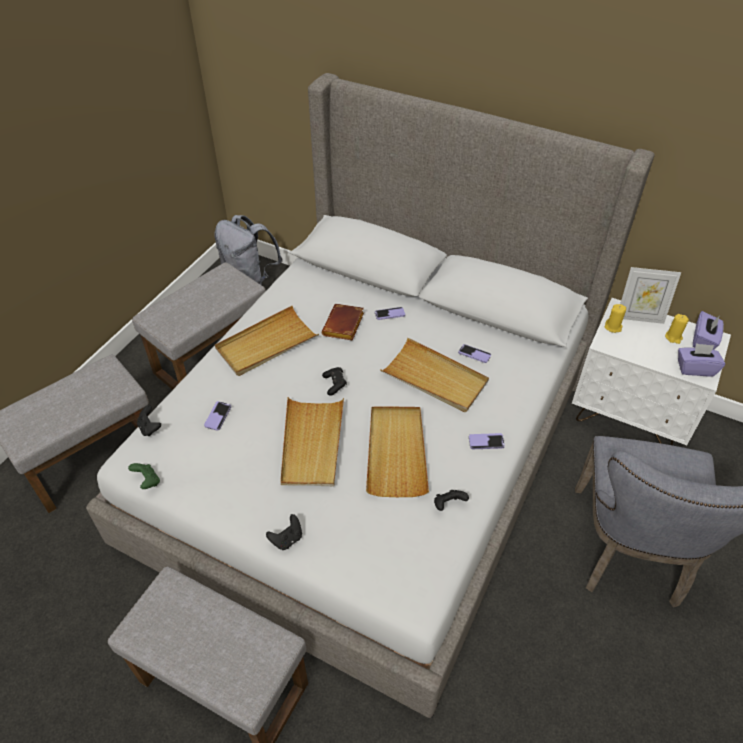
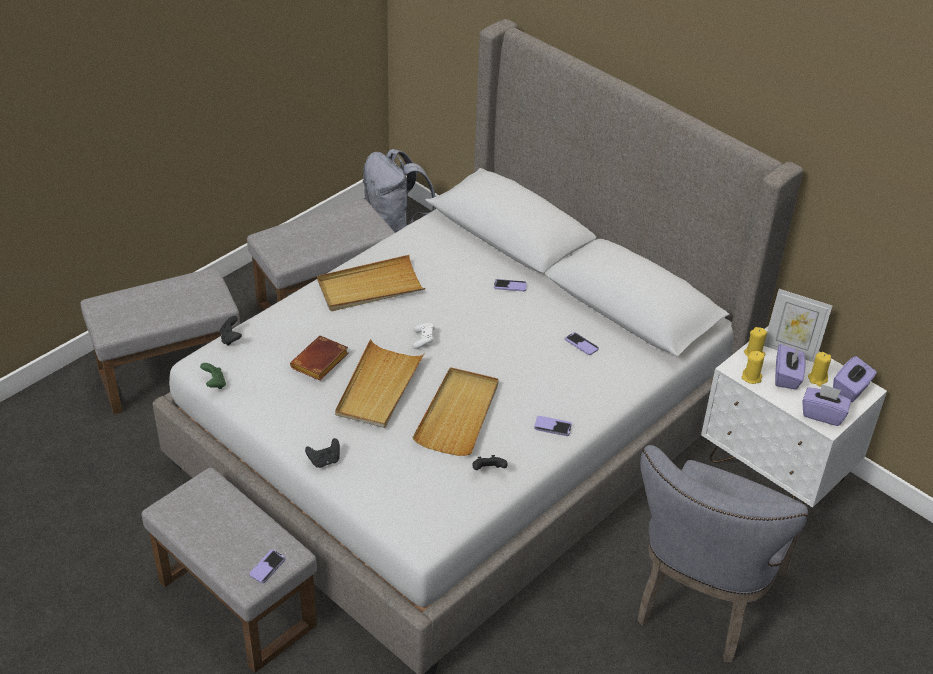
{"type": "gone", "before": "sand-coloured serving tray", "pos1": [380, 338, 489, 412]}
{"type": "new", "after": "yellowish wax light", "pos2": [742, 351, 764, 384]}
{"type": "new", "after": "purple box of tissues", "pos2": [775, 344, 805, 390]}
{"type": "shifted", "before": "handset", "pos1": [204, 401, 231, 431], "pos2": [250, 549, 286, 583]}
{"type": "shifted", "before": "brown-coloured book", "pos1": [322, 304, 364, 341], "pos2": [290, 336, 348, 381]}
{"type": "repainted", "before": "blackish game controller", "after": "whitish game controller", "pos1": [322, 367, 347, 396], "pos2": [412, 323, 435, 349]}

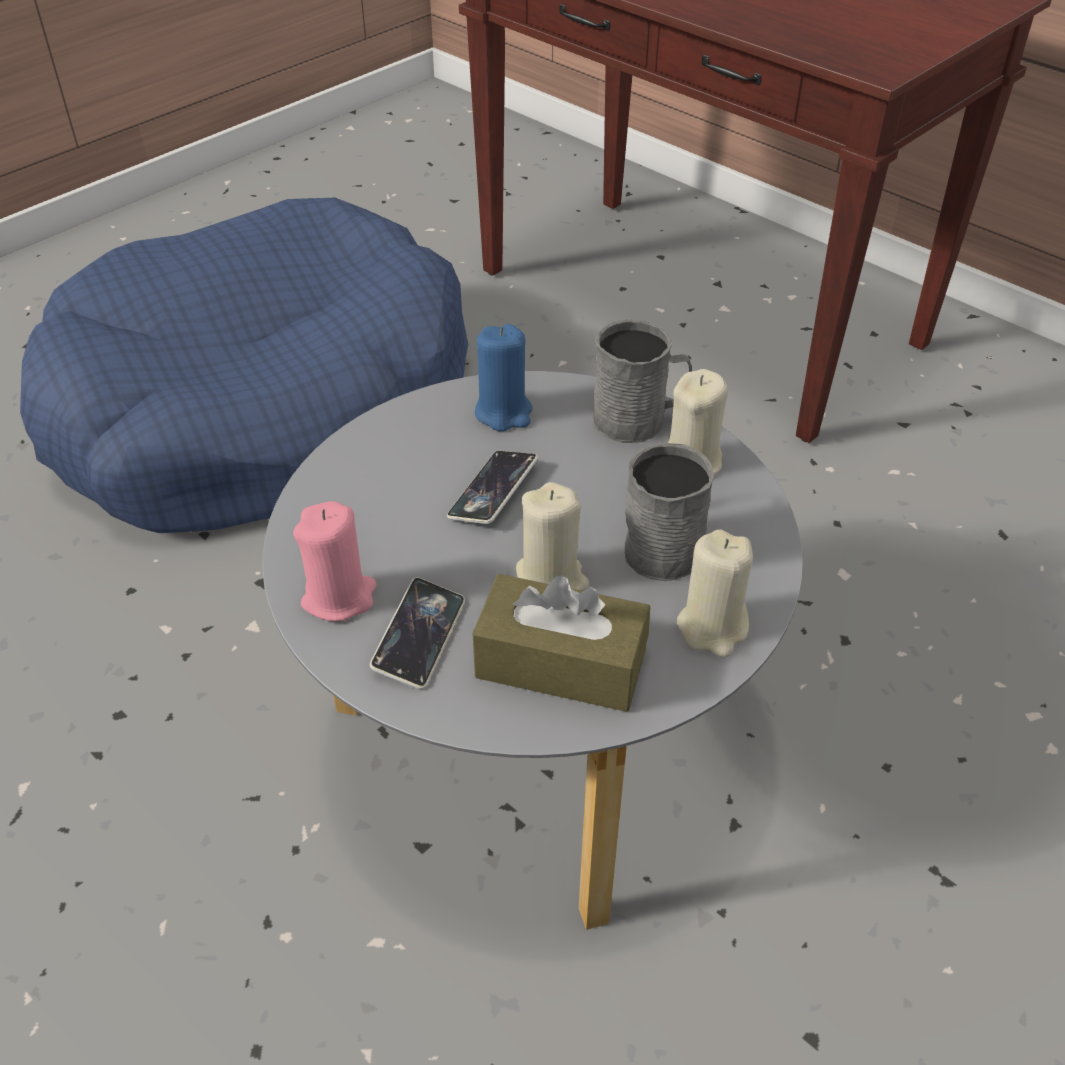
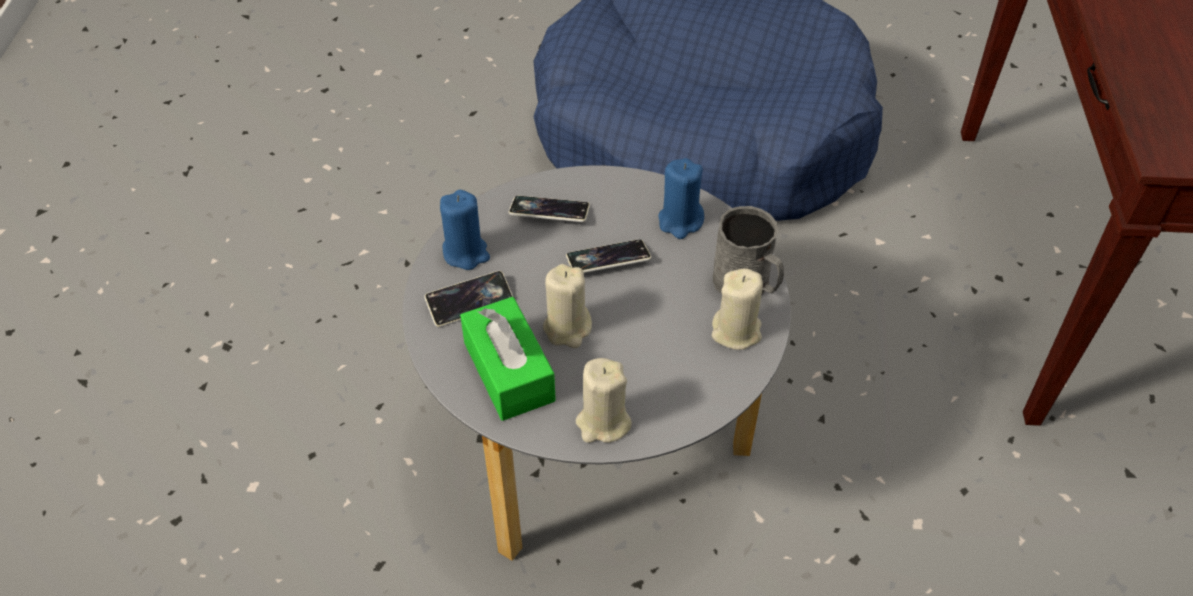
{"type": "gone", "before": "greyish coffee mug", "pos1": [624, 443, 714, 581]}
{"type": "new", "after": "handset", "pos2": [509, 196, 590, 222]}
{"type": "repainted", "before": "pink wax light", "after": "blue wax light", "pos1": [293, 501, 377, 621], "pos2": [440, 190, 490, 270]}
{"type": "repainted", "before": "brown-coloured box of tissues", "after": "greenish box of tissues", "pos1": [473, 574, 650, 712], "pos2": [460, 297, 556, 421]}

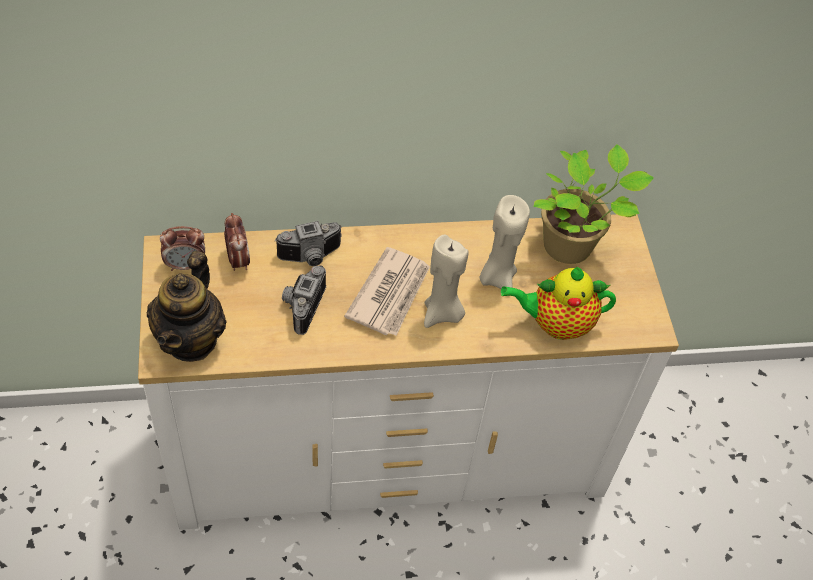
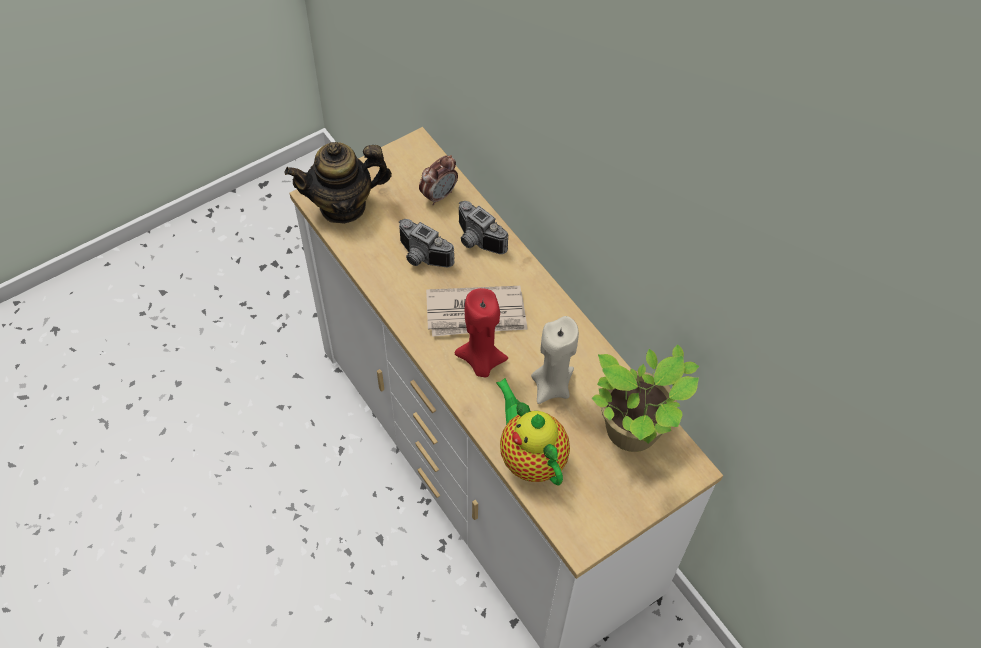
{"type": "gone", "before": "table clock", "pos1": [160, 226, 205, 271]}
{"type": "repainted", "before": "sand-coloured wax light", "after": "red wax light", "pos1": [424, 235, 468, 328], "pos2": [455, 288, 508, 377]}
{"type": "rotated", "before": "still camera", "pos1": [282, 265, 326, 335], "pos2": [399, 219, 454, 268], "turn": -135}

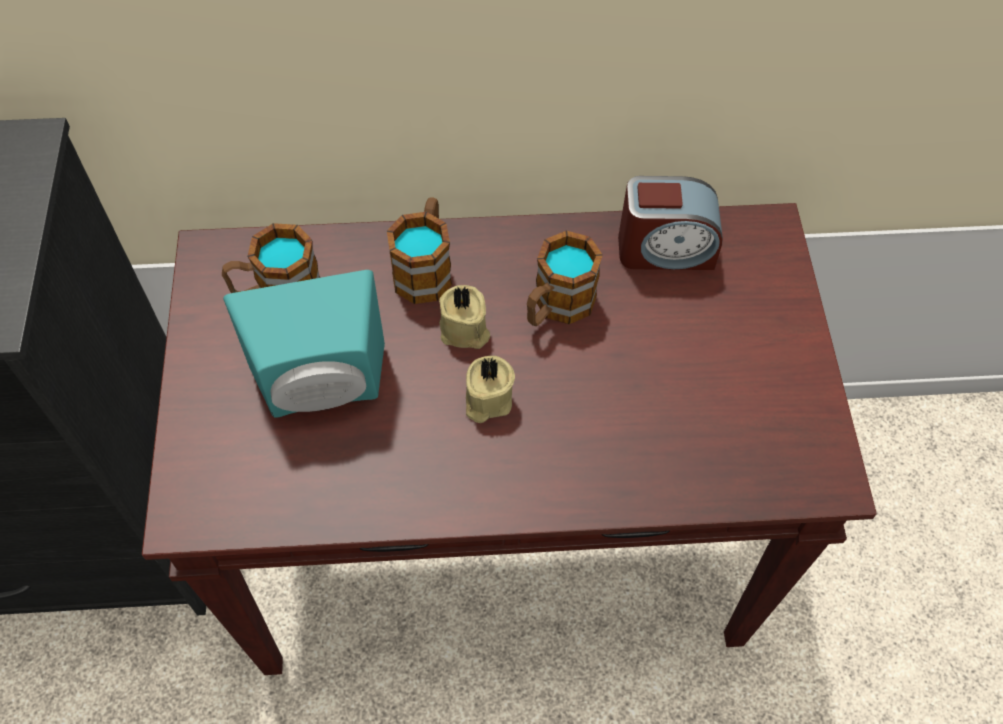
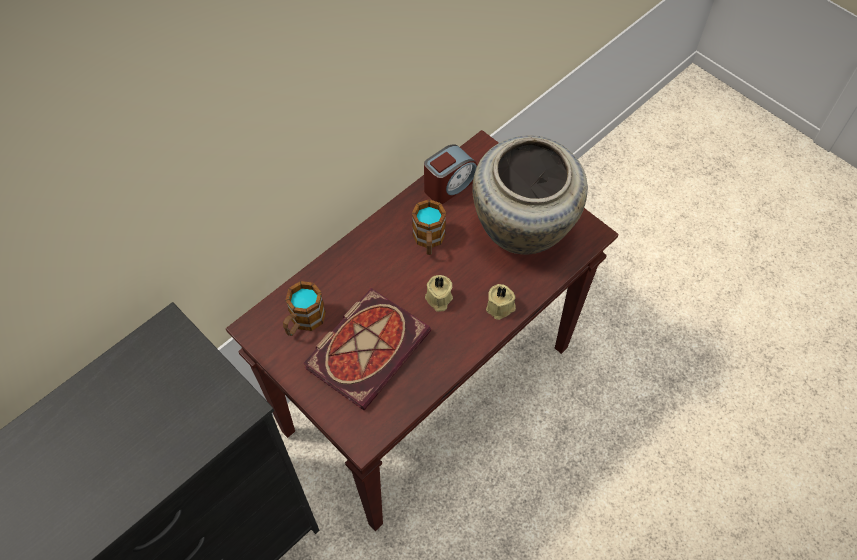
{"type": "gone", "before": "coffee mug", "pos1": [387, 197, 452, 304]}
{"type": "new", "after": "sand-coloured decorative vase", "pos2": [472, 135, 588, 255]}
{"type": "shifted", "before": "sand-coloured wax light", "pos1": [439, 285, 490, 349], "pos2": [486, 284, 516, 320]}
{"type": "swapped", "before": "turquoise-coloured audio speaker", "after": "book", "pos1": [223, 270, 385, 418], "pos2": [303, 288, 431, 410]}

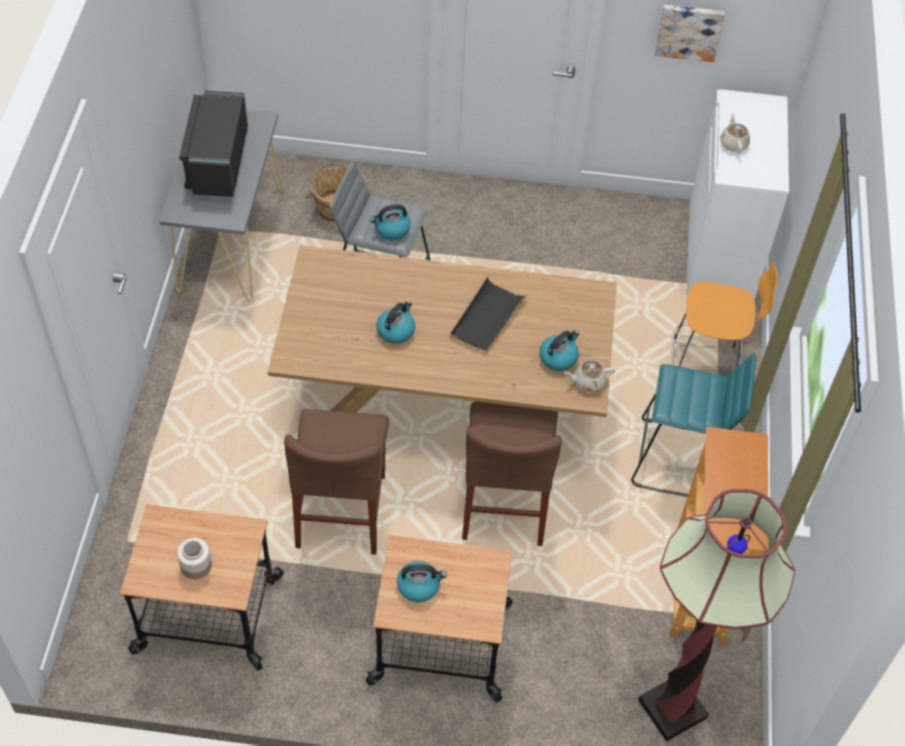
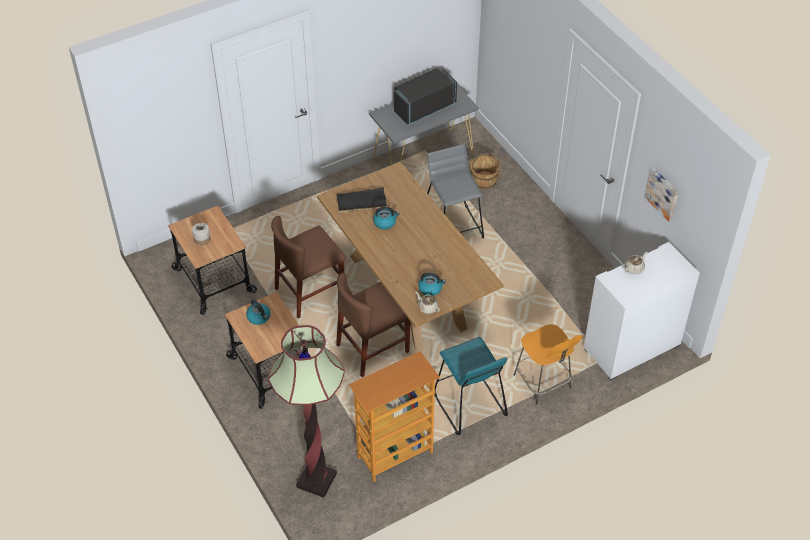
{"type": "gone", "before": "water kettle", "pos1": [370, 204, 411, 240]}
{"type": "shifted", "before": "blackish serving tray", "pos1": [450, 277, 527, 353], "pos2": [337, 187, 388, 213]}

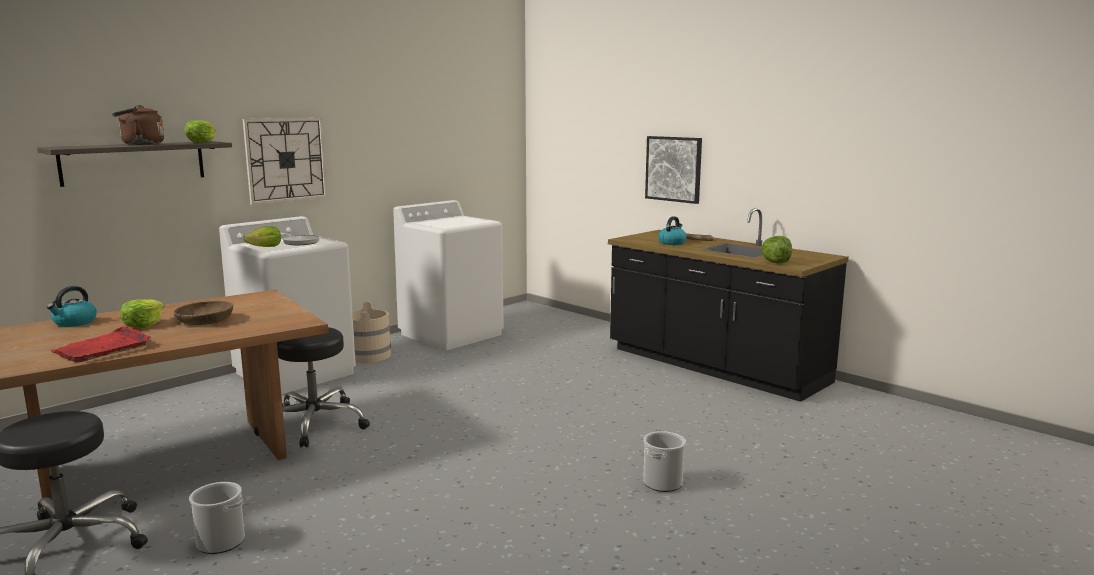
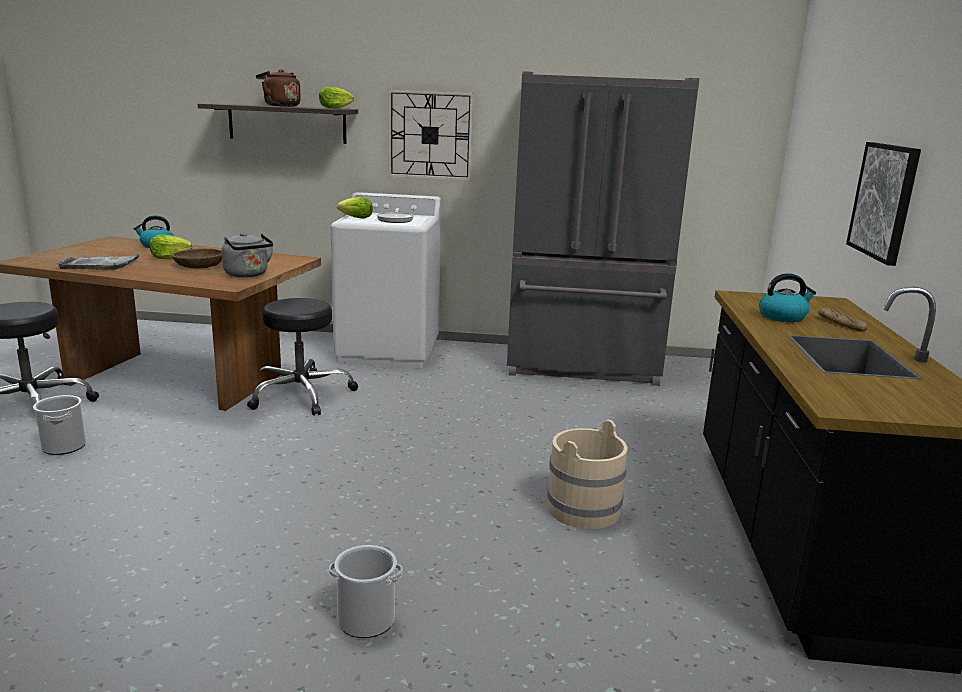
{"type": "gone", "before": "lettuce", "pos1": [761, 236, 792, 263]}
{"type": "new", "after": "greyish water kettle", "pos2": [222, 233, 273, 277]}
{"type": "shifted", "before": "sand-coloured bucket", "pos1": [352, 301, 391, 363], "pos2": [547, 420, 627, 529]}
{"type": "swapped", "before": "whitish laundry machine", "after": "greyish fridge", "pos1": [393, 200, 504, 350], "pos2": [507, 71, 699, 386]}
{"type": "repainted", "before": "red serving tray", "after": "greyish serving tray", "pos1": [50, 326, 151, 362], "pos2": [56, 254, 139, 270]}

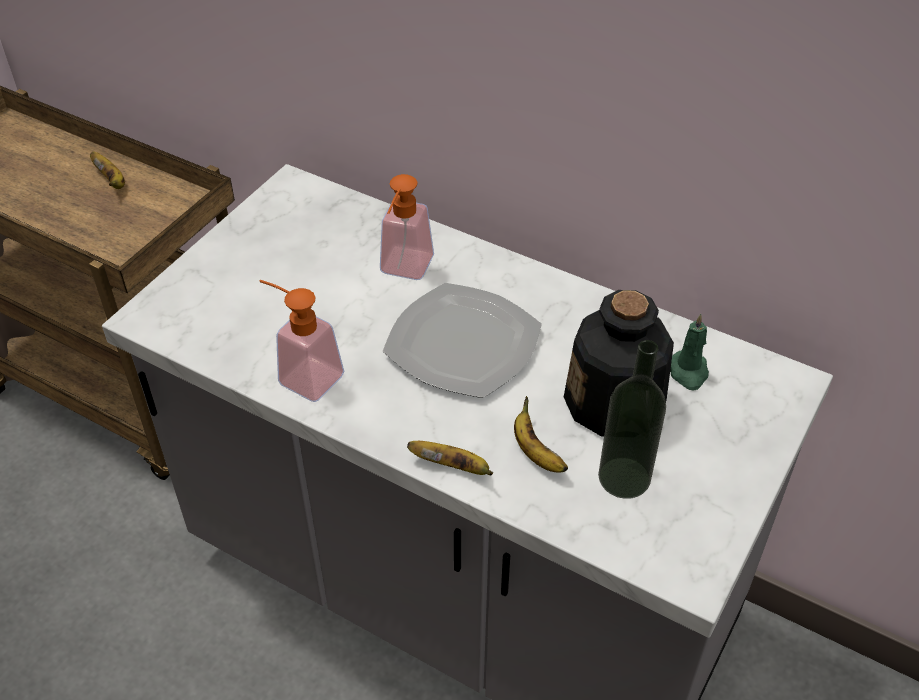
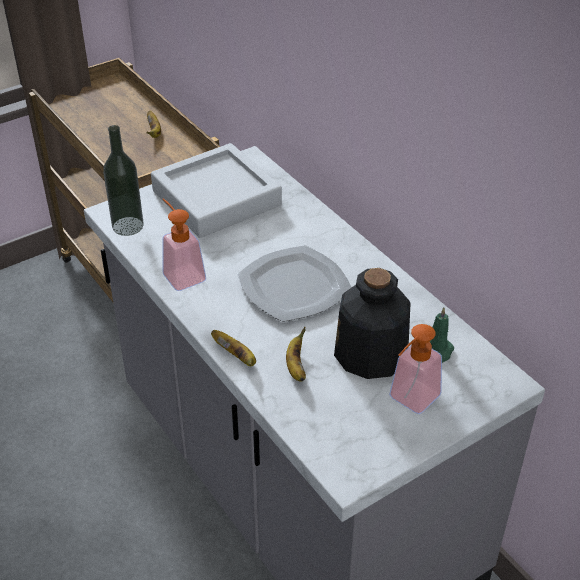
{"type": "new", "after": "greyish serving tray", "pos2": [151, 143, 282, 238]}
{"type": "shifted", "before": "soap bottle", "pos1": [380, 174, 434, 280], "pos2": [389, 324, 442, 414]}
{"type": "shifted", "before": "beverage bottle", "pos1": [598, 340, 666, 499], "pos2": [103, 125, 144, 236]}

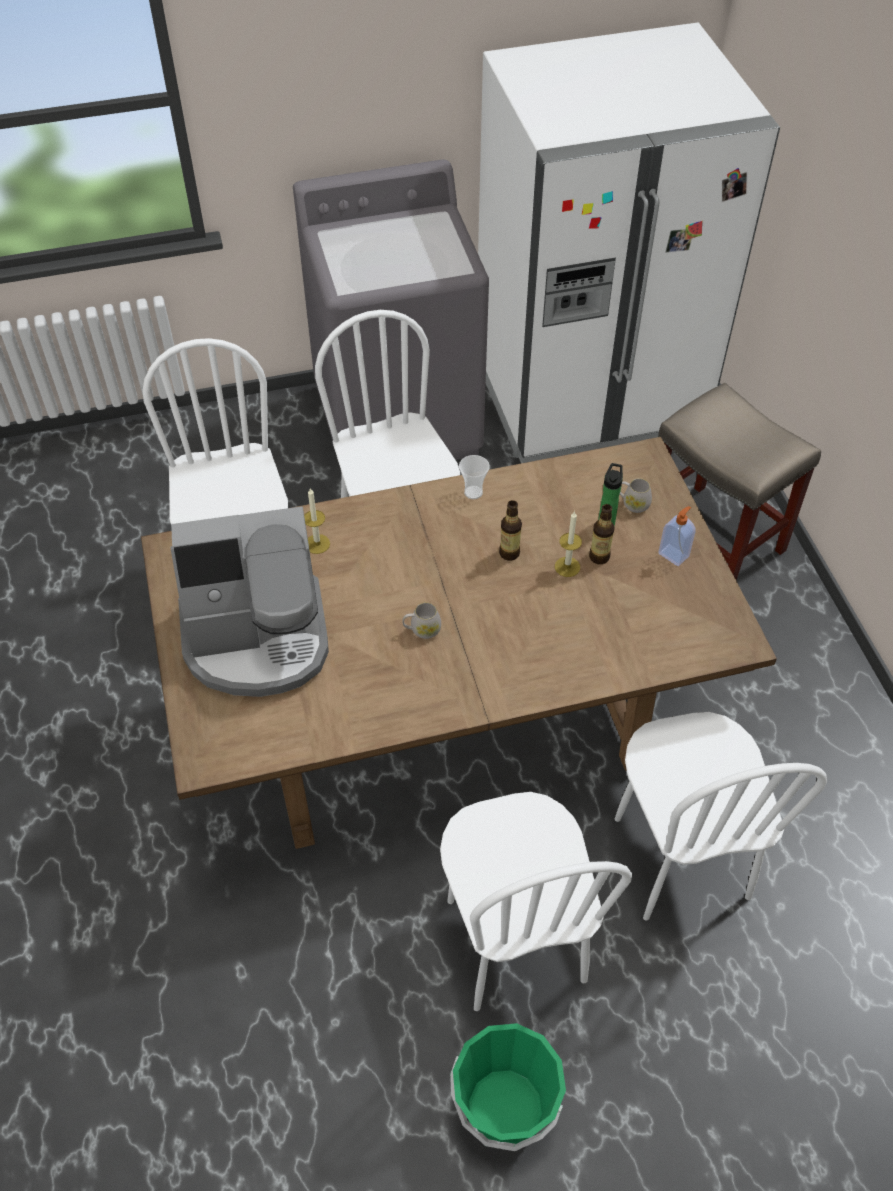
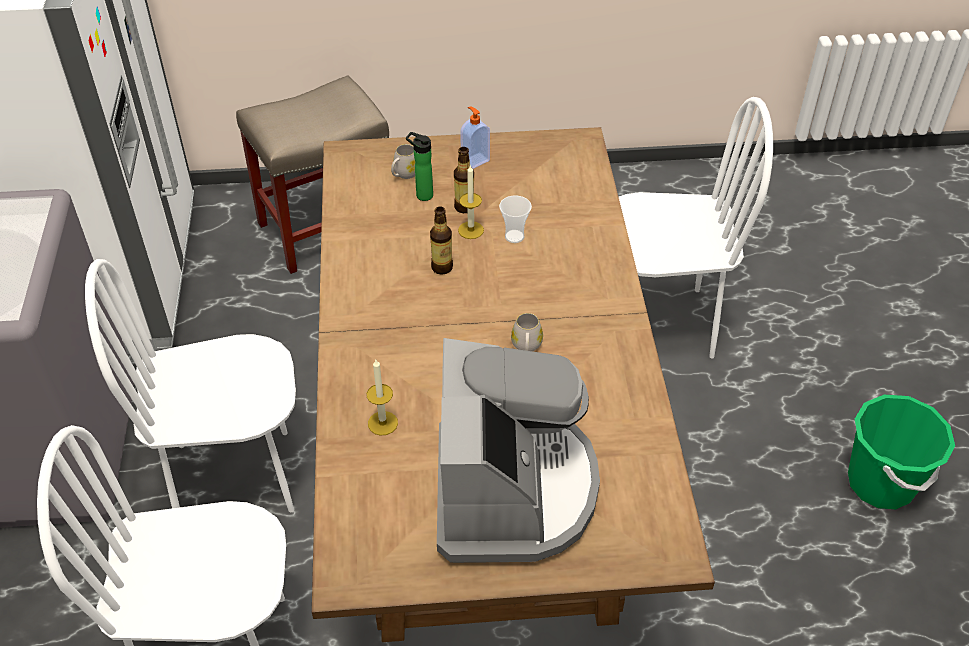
{"type": "gone", "before": "whitish plain chair", "pos1": [440, 792, 632, 1011]}
{"type": "shifted", "before": "drinking cup", "pos1": [459, 455, 490, 499], "pos2": [499, 195, 532, 243]}

